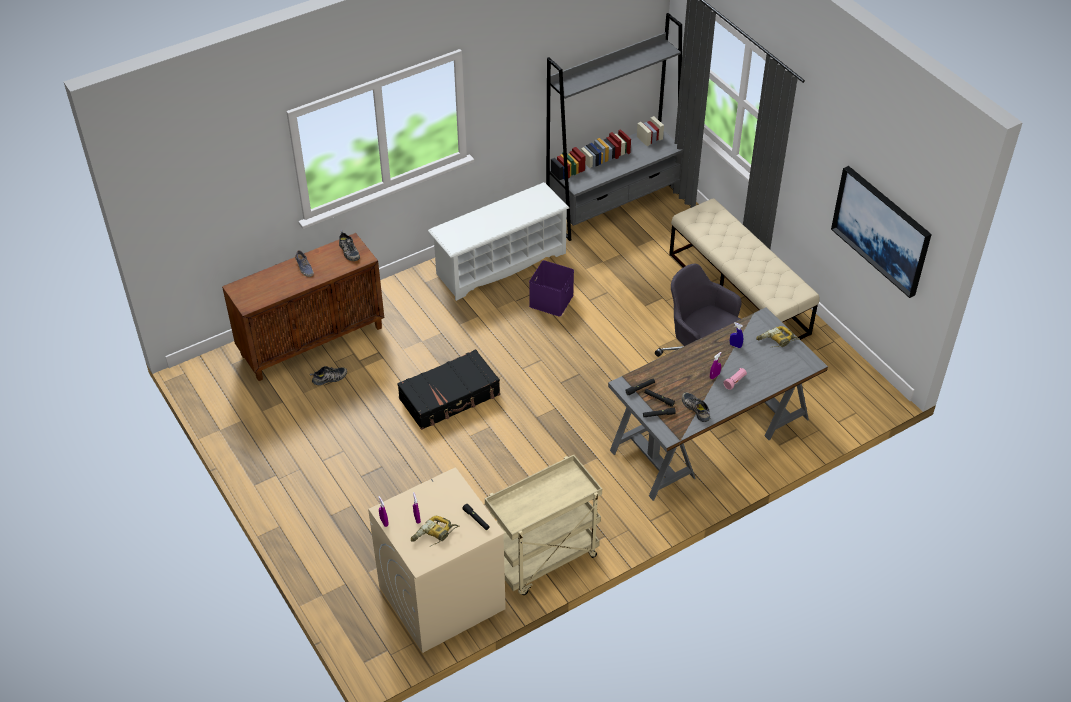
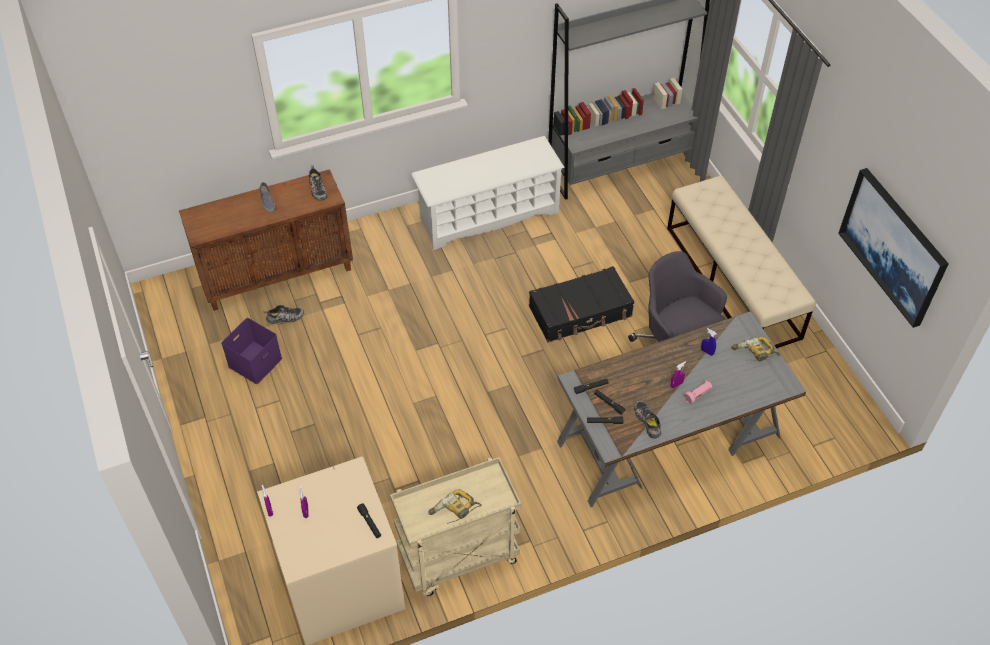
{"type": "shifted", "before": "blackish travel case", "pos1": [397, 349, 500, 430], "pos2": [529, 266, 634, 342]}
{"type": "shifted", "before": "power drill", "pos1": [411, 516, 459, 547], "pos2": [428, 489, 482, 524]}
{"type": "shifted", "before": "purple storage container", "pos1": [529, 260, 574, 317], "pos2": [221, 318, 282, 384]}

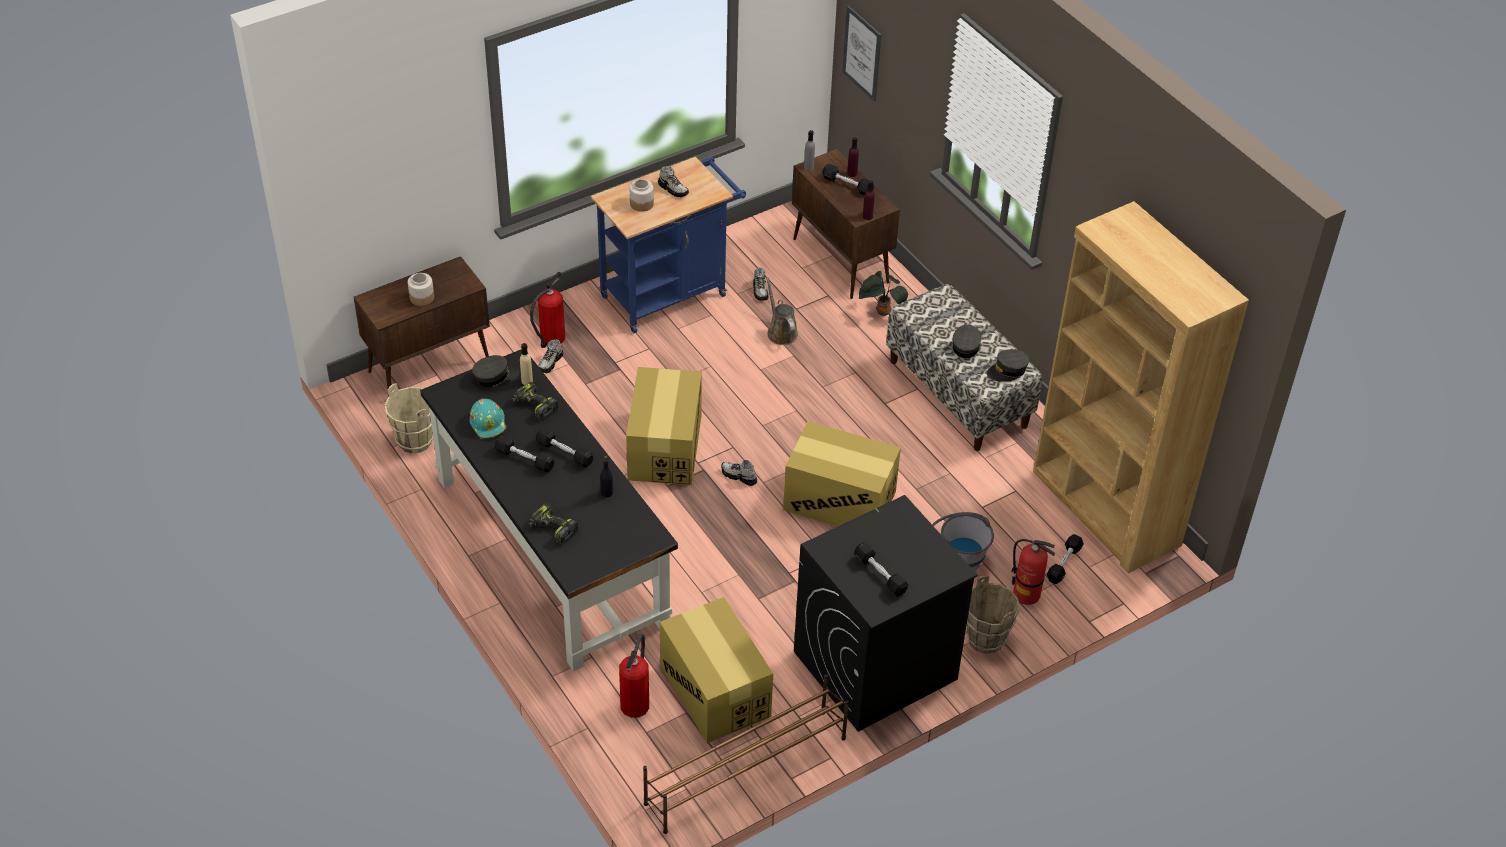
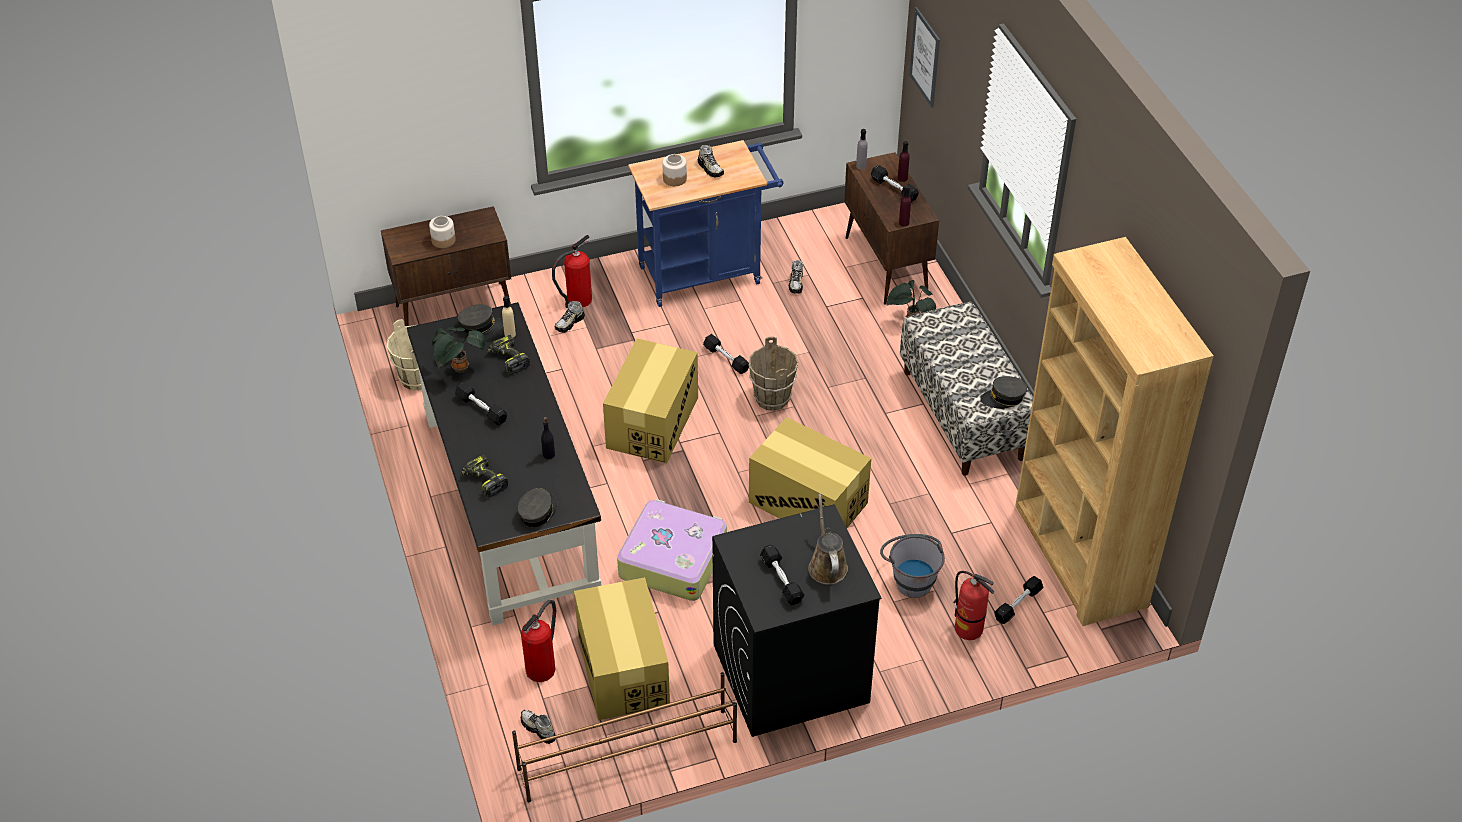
{"type": "new", "after": "travel case", "pos2": [617, 499, 727, 601]}
{"type": "shifted", "before": "blackish hand weight", "pos1": [536, 427, 594, 467], "pos2": [703, 334, 749, 374]}
{"type": "shifted", "before": "item of footwear", "pos1": [721, 460, 757, 486], "pos2": [521, 710, 556, 744]}
{"type": "shifted", "before": "brown-coloured watering pot", "pos1": [766, 277, 798, 345], "pos2": [808, 494, 848, 585]}
{"type": "shifted", "before": "greyish baseball cap", "pos1": [952, 324, 981, 358], "pos2": [517, 488, 557, 527]}
{"type": "shifted", "before": "brown-coloured bucket", "pos1": [966, 575, 1019, 654], "pos2": [749, 337, 798, 411]}
{"type": "swapped", "before": "turquoise-coloured hard hat", "after": "plant in a pot", "pos1": [470, 399, 507, 439], "pos2": [432, 327, 485, 373]}

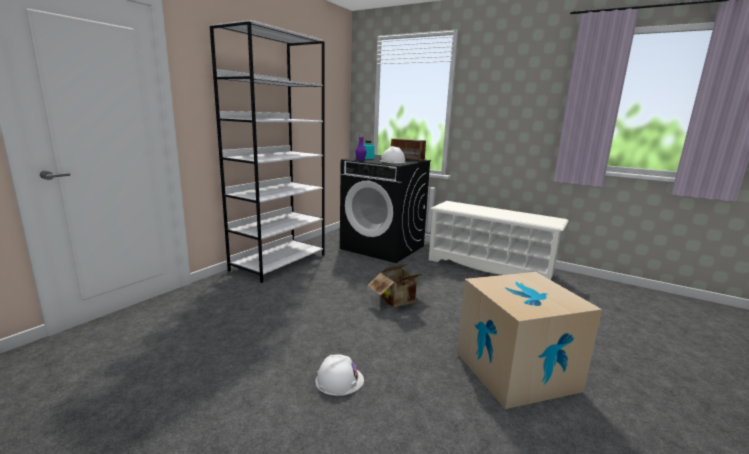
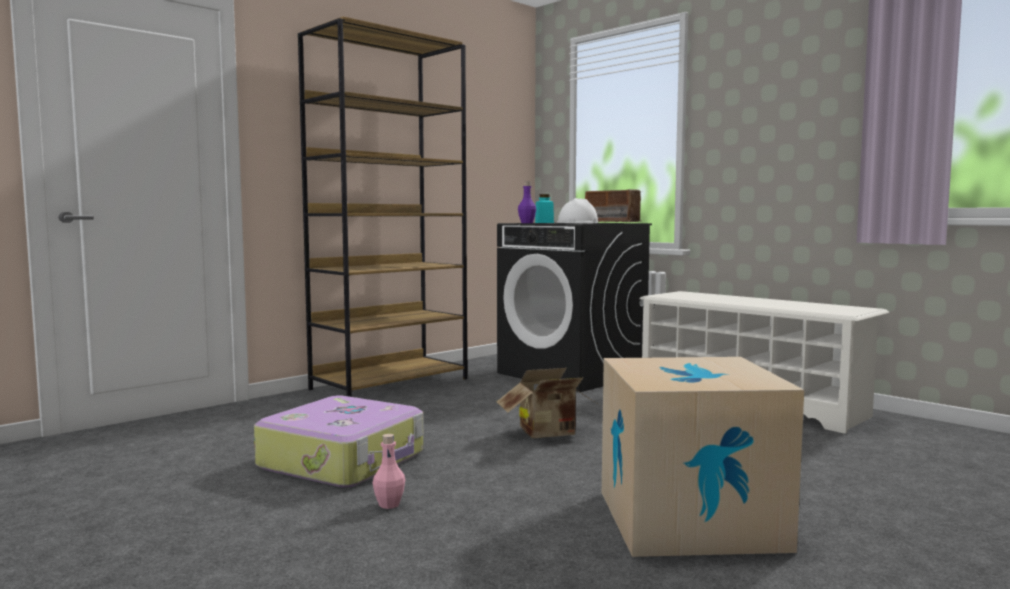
{"type": "new", "after": "travel case", "pos2": [254, 395, 424, 488]}
{"type": "swapped", "before": "whitish hard hat", "after": "pink beverage bottle", "pos1": [315, 354, 364, 396], "pos2": [373, 434, 405, 509]}
{"type": "repainted", "before": "whitish shelving unit", "after": "brown-coloured shelving unit", "pos1": [210, 20, 325, 283], "pos2": [298, 16, 467, 397]}

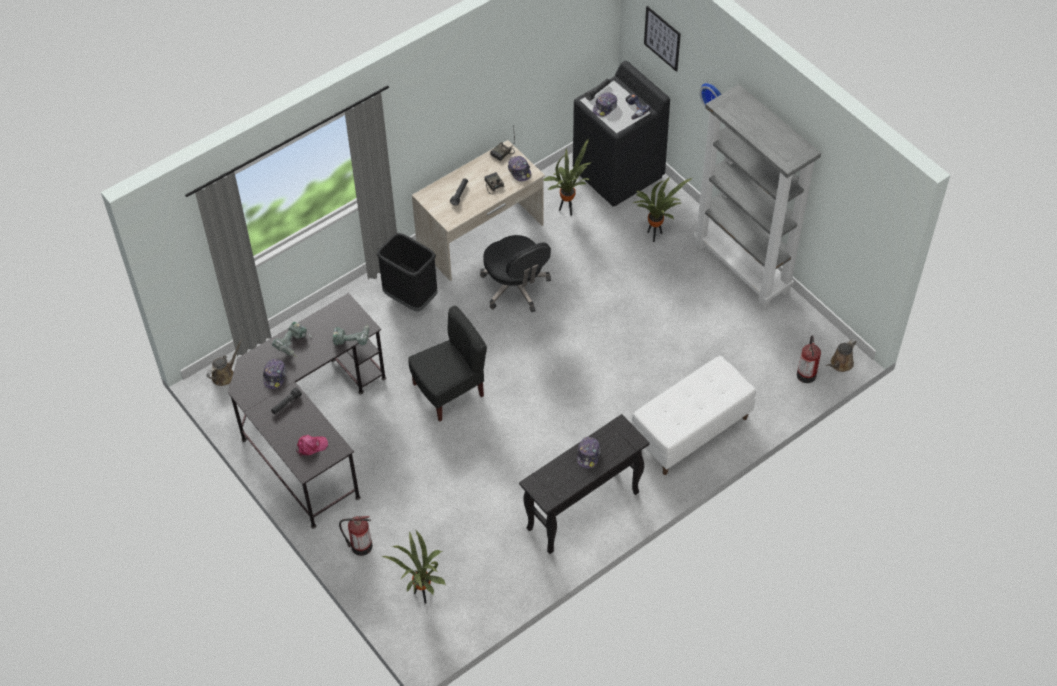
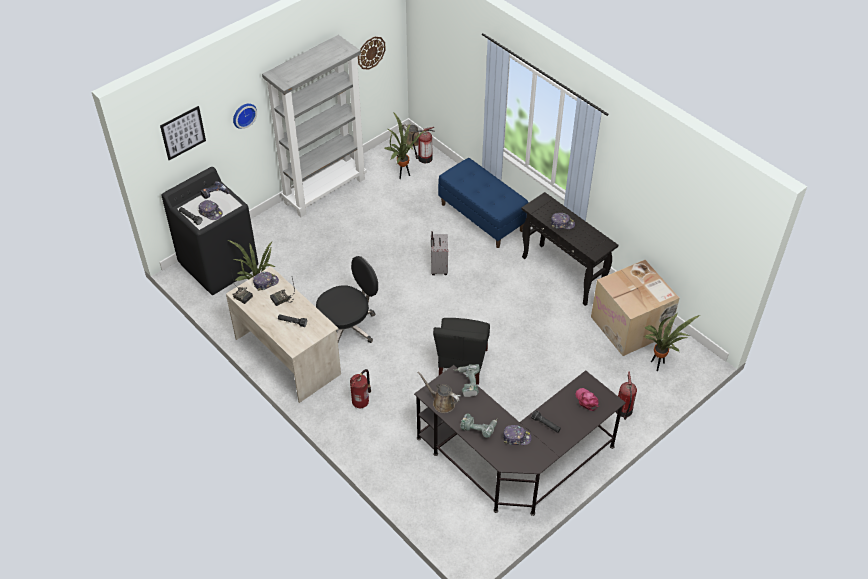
{"type": "new", "after": "wall clock", "pos2": [358, 37, 386, 70]}
{"type": "new", "after": "greyish travel case", "pos2": [431, 231, 448, 275]}
{"type": "new", "after": "cardboard box", "pos2": [591, 260, 680, 356]}
{"type": "shifted", "before": "brown-coloured watering pot", "pos1": [207, 339, 243, 386], "pos2": [418, 372, 459, 413]}
{"type": "shifted", "before": "plant in a pot", "pos1": [633, 177, 692, 242], "pos2": [385, 112, 427, 179]}
{"type": "swapped", "before": "blackish rubbish bin", "after": "extinguisher", "pos1": [376, 233, 438, 312], "pos2": [350, 369, 371, 408]}
{"type": "repainted", "before": "whitish indoor bench", "after": "blue indoor bench", "pos1": [631, 355, 756, 475], "pos2": [438, 158, 529, 248]}
{"type": "rotated", "before": "blackish plain chair", "pos1": [408, 306, 487, 422], "pos2": [433, 318, 490, 385], "turn": -135}

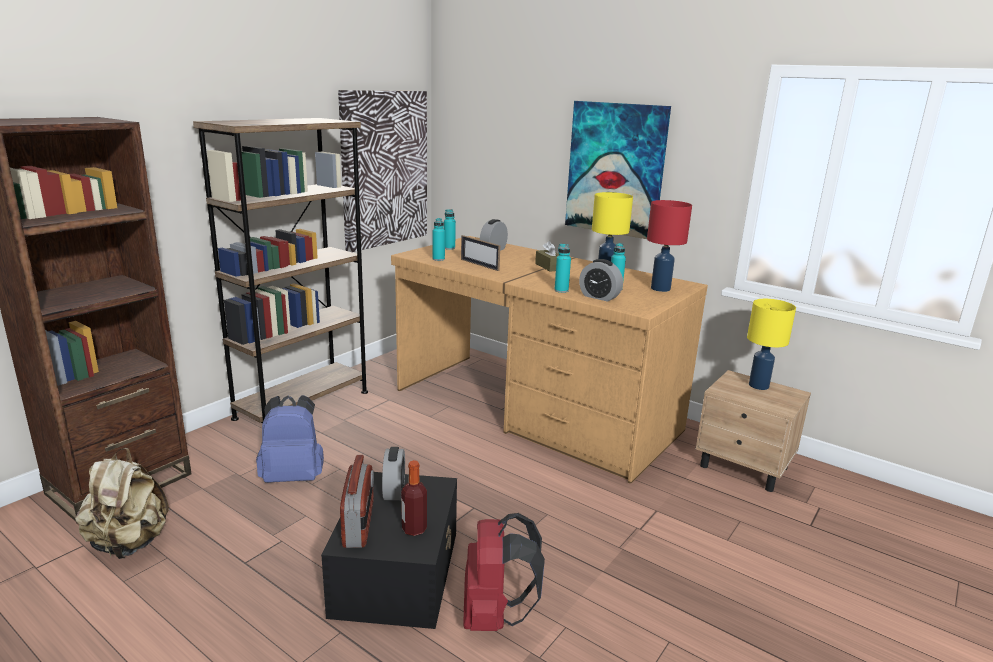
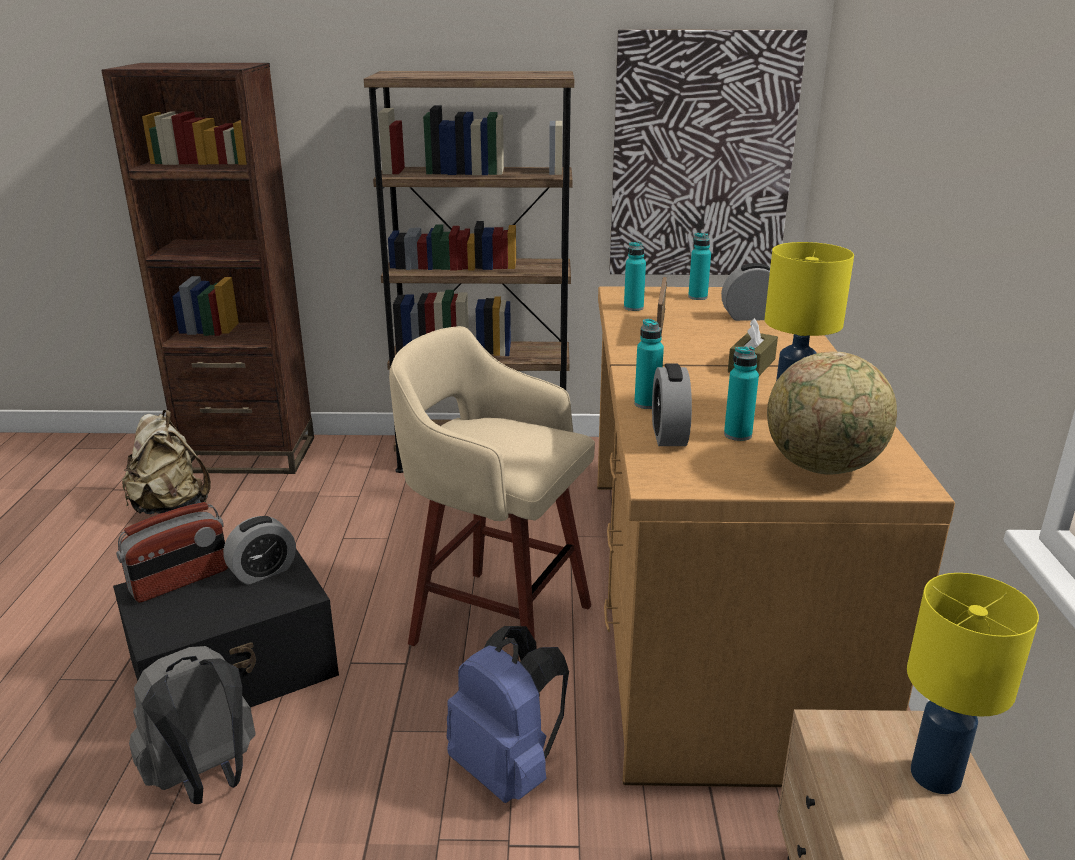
{"type": "gone", "before": "beverage bottle", "pos1": [401, 460, 427, 536]}
{"type": "gone", "before": "picture", "pos1": [565, 101, 671, 239]}
{"type": "new", "after": "sand-coloured stool", "pos2": [389, 326, 595, 646]}
{"type": "shifted", "before": "blue backpack", "pos1": [256, 395, 324, 483], "pos2": [447, 626, 569, 803]}
{"type": "swapped", "before": "red table lamp", "after": "world globe", "pos1": [647, 200, 692, 292], "pos2": [767, 351, 897, 474]}
{"type": "repainted", "before": "red backpack", "after": "greyish backpack", "pos1": [464, 513, 545, 631], "pos2": [129, 646, 256, 804]}

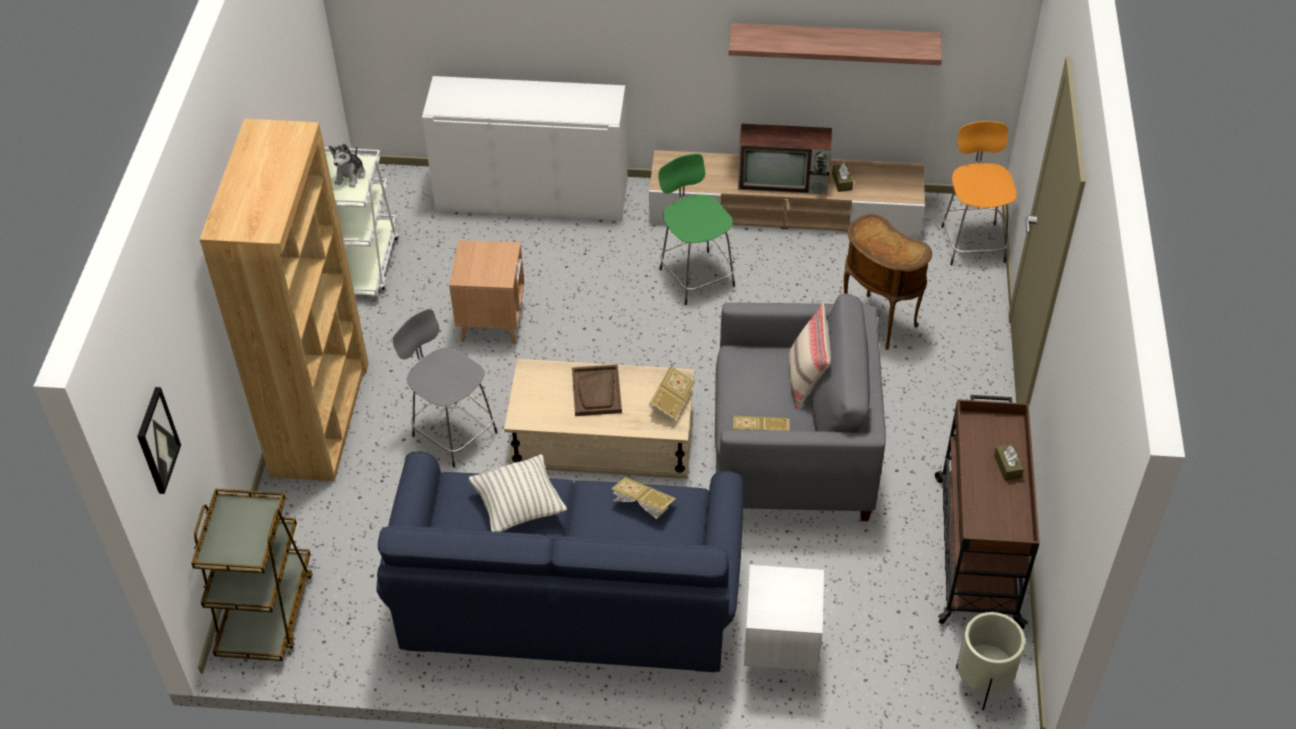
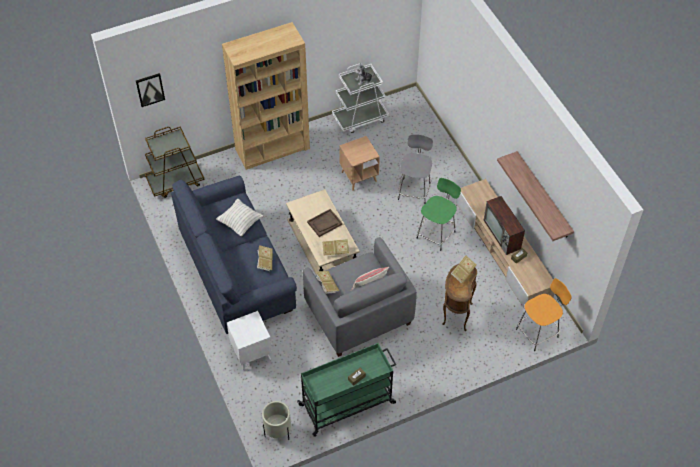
{"type": "gone", "before": "whitish cupboard", "pos1": [422, 76, 628, 221]}
{"type": "new", "after": "book", "pos2": [451, 255, 476, 283]}
{"type": "shifted", "before": "greyish stool", "pos1": [393, 309, 497, 468], "pos2": [398, 134, 433, 204]}
{"type": "repainted", "before": "brown-coloured trolley", "after": "greenish trolley", "pos1": [935, 395, 1040, 629], "pos2": [297, 343, 396, 437]}

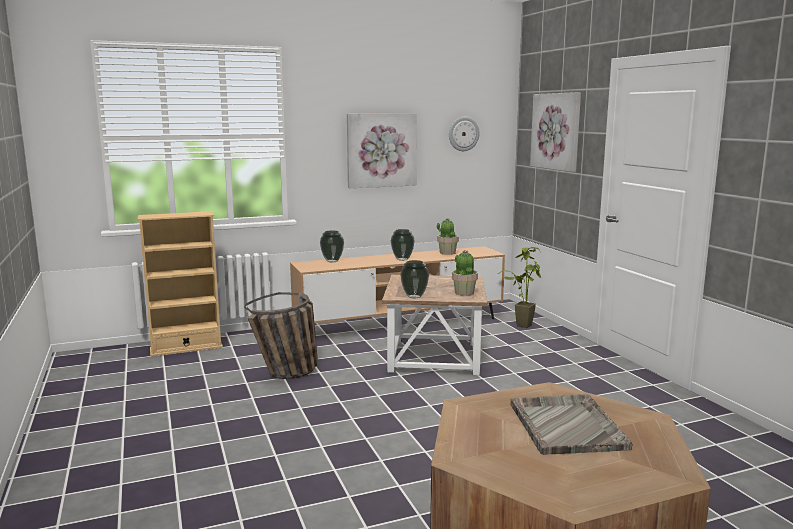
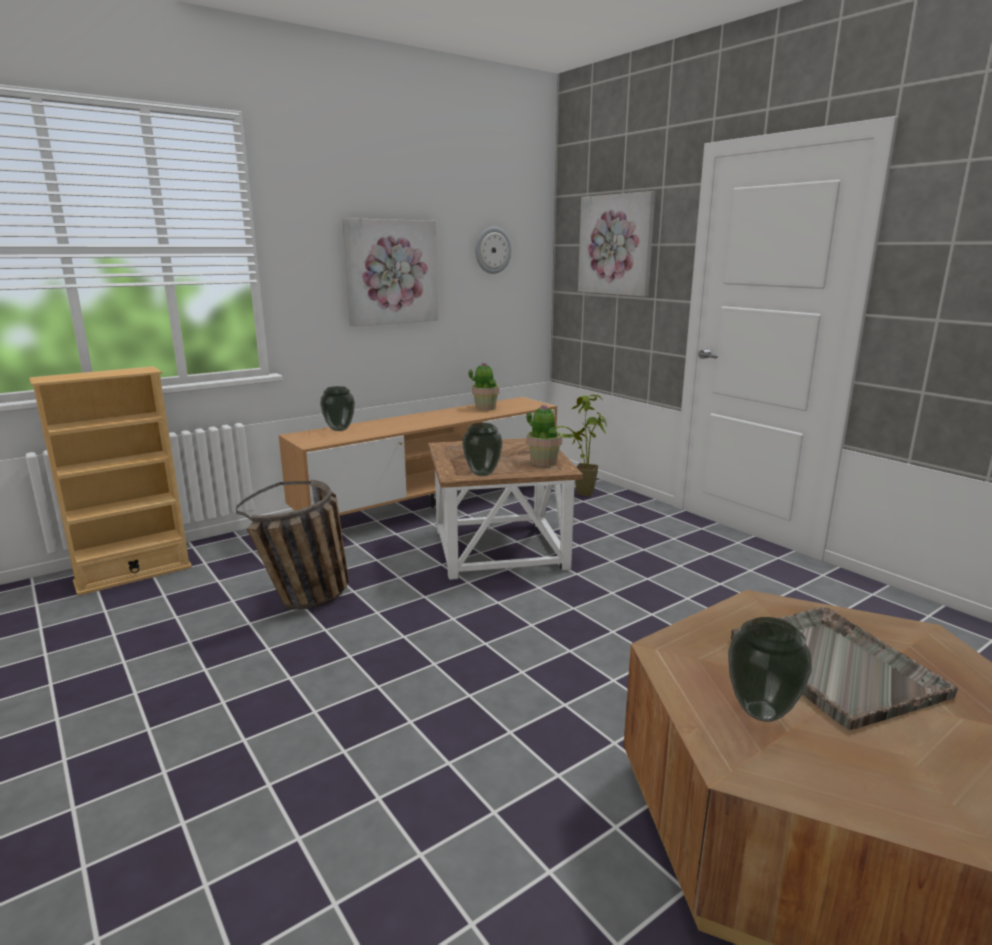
{"type": "shifted", "before": "decorative vase", "pos1": [391, 229, 415, 261], "pos2": [728, 617, 812, 722]}

